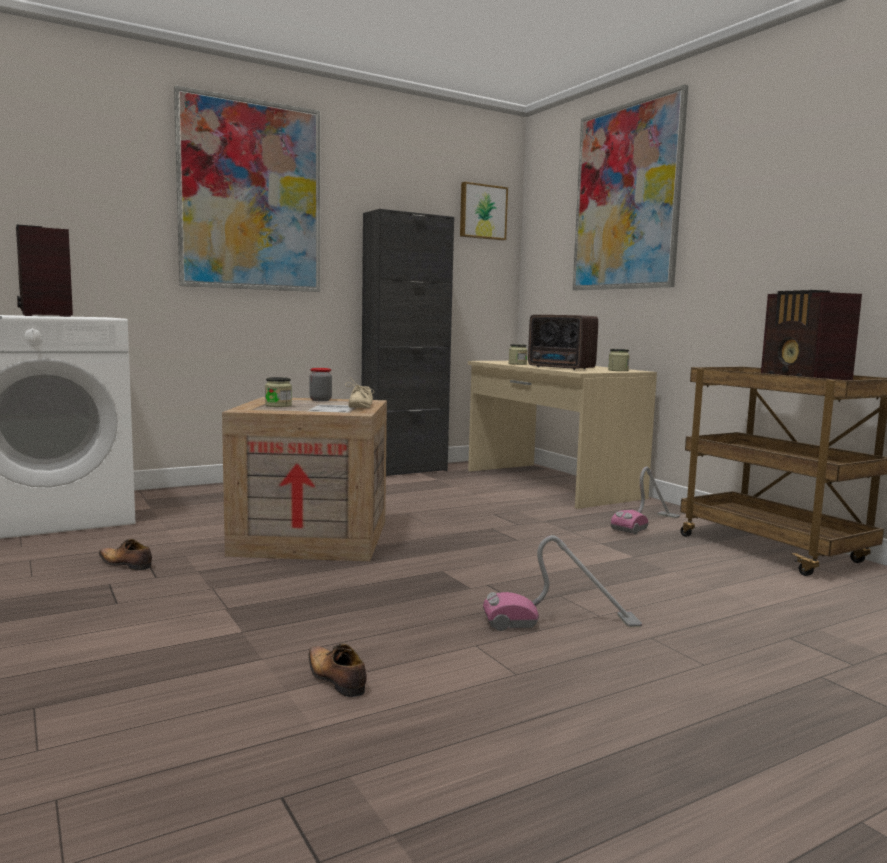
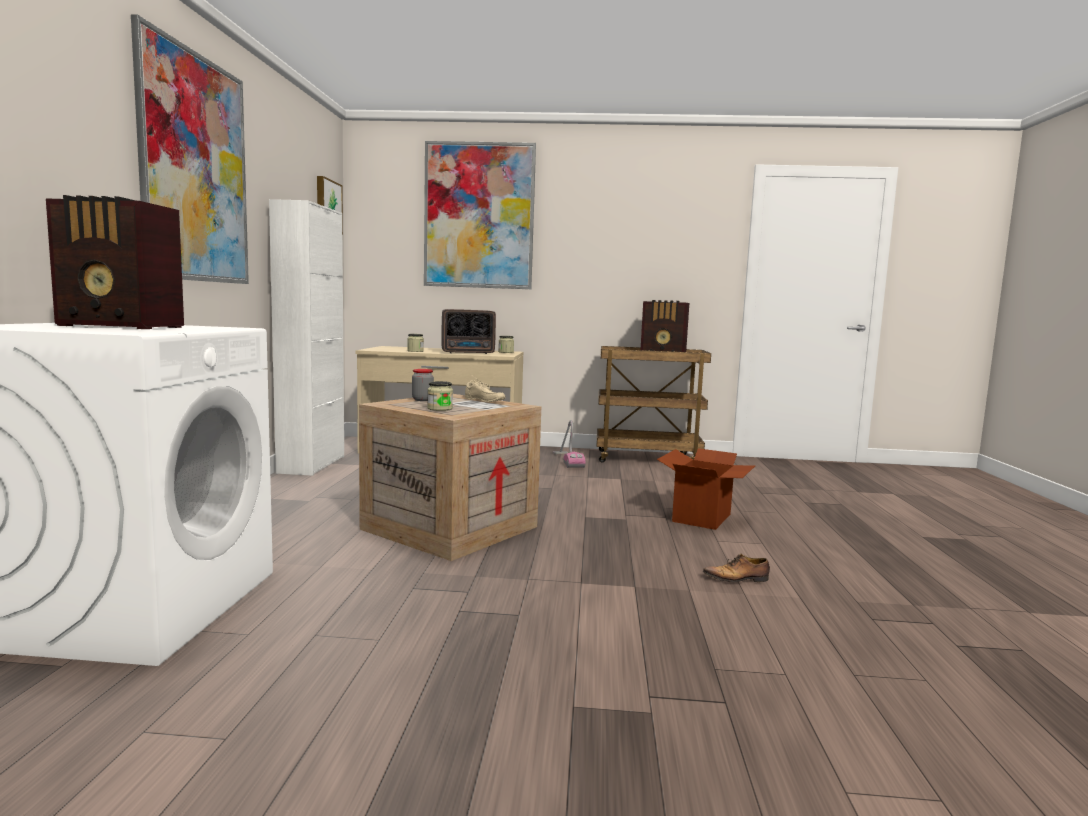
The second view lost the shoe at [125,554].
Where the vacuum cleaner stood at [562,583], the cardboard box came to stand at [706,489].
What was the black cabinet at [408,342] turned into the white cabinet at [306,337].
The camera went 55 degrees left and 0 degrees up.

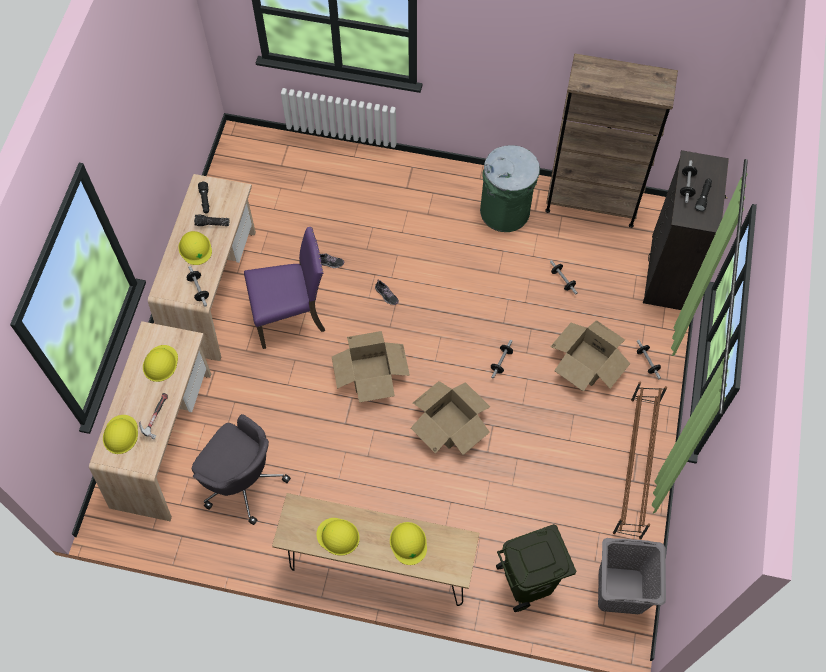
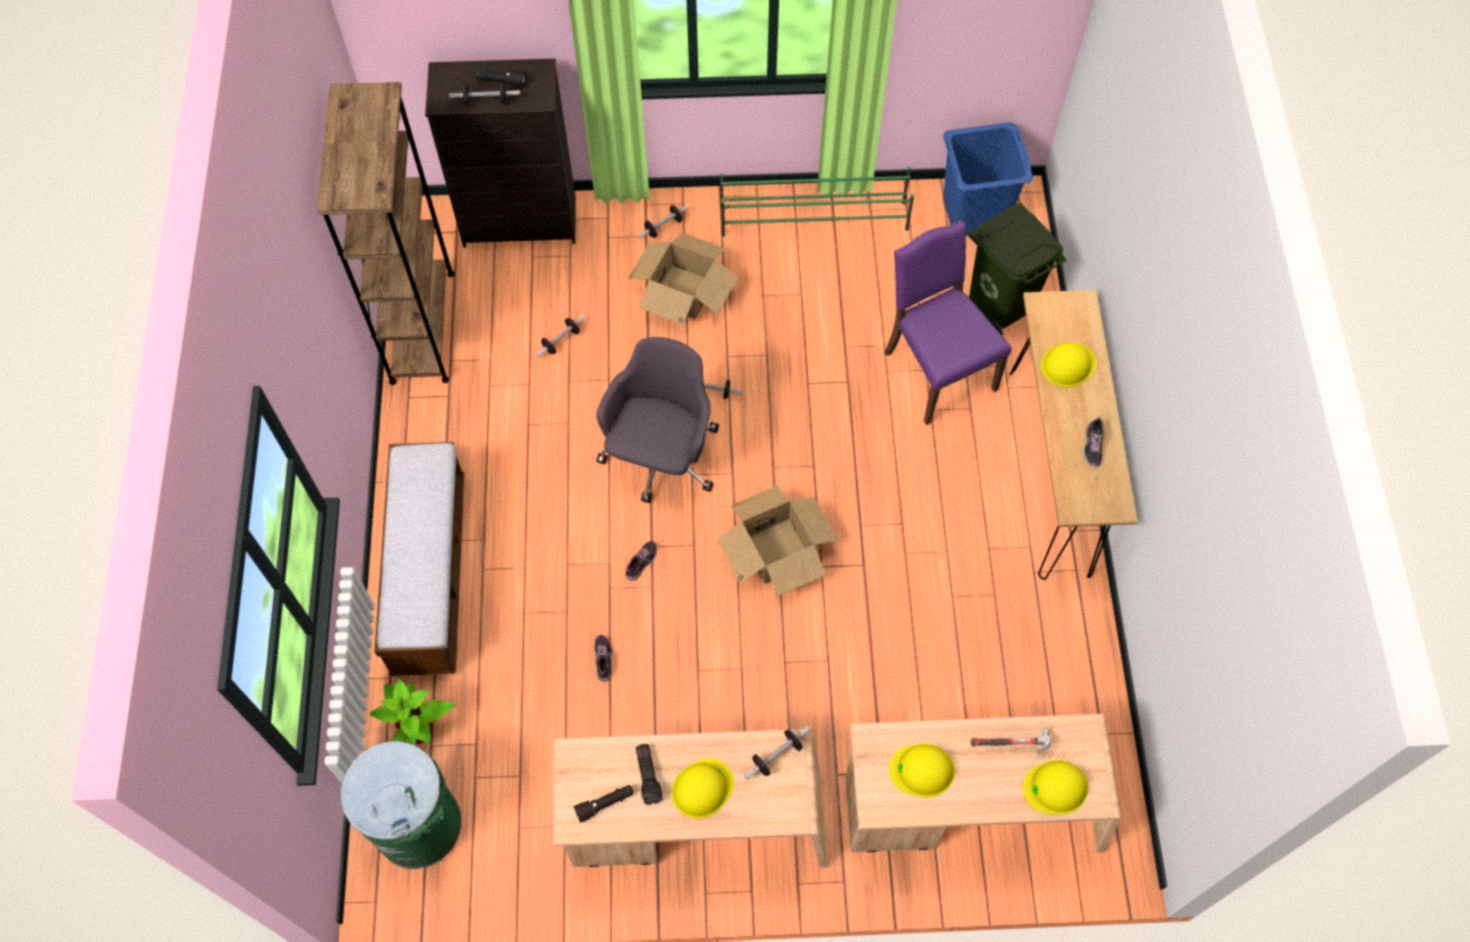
The second view lost the cardboard box at [450,418].
The second view gained the potted plant at [412,711].
The second view gained the bench at [419,559].
The grey office chair ended up elsewhere, having gone from [241,469] to [657,420].
The purple chair ended up elsewhere, having gone from [284,288] to [948,322].
The green trash can ended up elsewhere, having gone from [510,188] to [401,804].
Where the yellow hard hat stood at [338,537], the shoe came to stand at [1093,441].
What was the grey laundry basket at [632,576] turned into the blue laundry basket at [988,179].
What was the brown shoe rack at [640,461] turned into the green shoe rack at [817,202].
The camera went 105 degrees left and 0 degrees up.

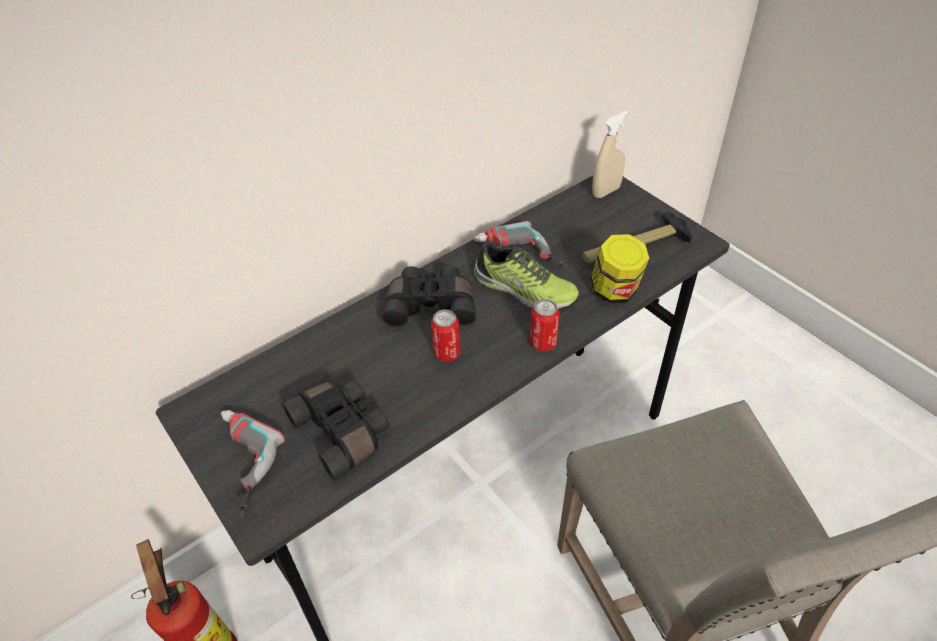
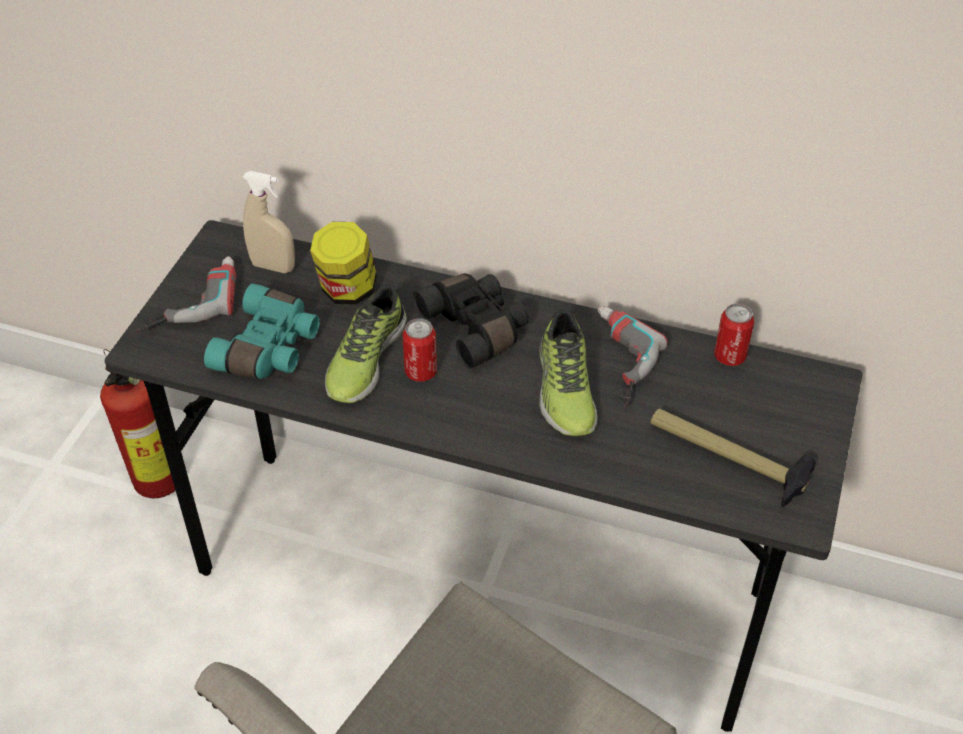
The second view gained the shoe at [366,343].
The can ended up elsewhere, having gone from [545,325] to [734,334].
The jar ended up elsewhere, having gone from [620,269] to [343,263].
The beige spray bottle ended up elsewhere, having gone from [610,154] to [269,222].
What was the black binoculars at [335,430] turned into the turquoise binoculars at [262,331].
The camera went 55 degrees right and 0 degrees up.

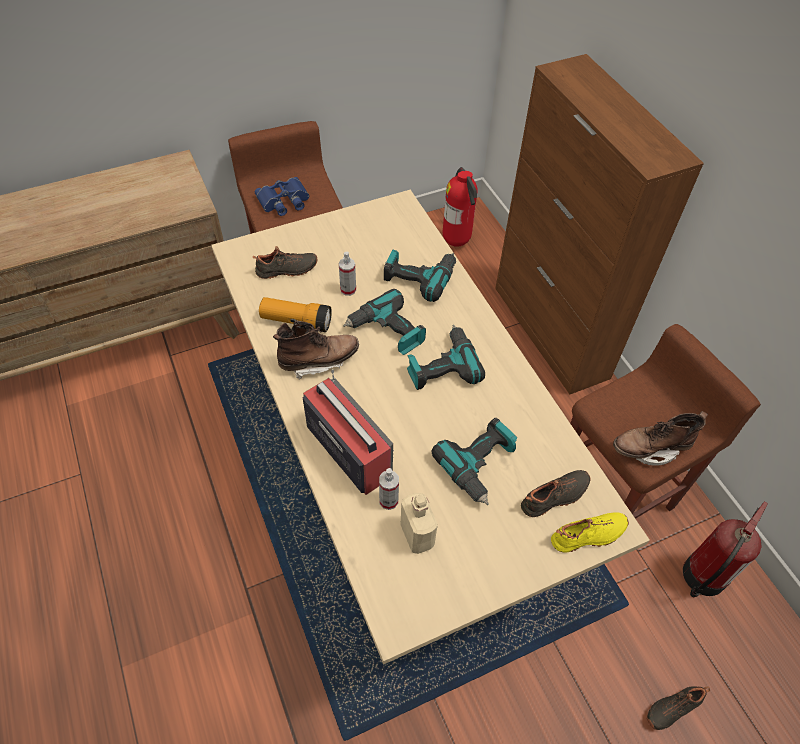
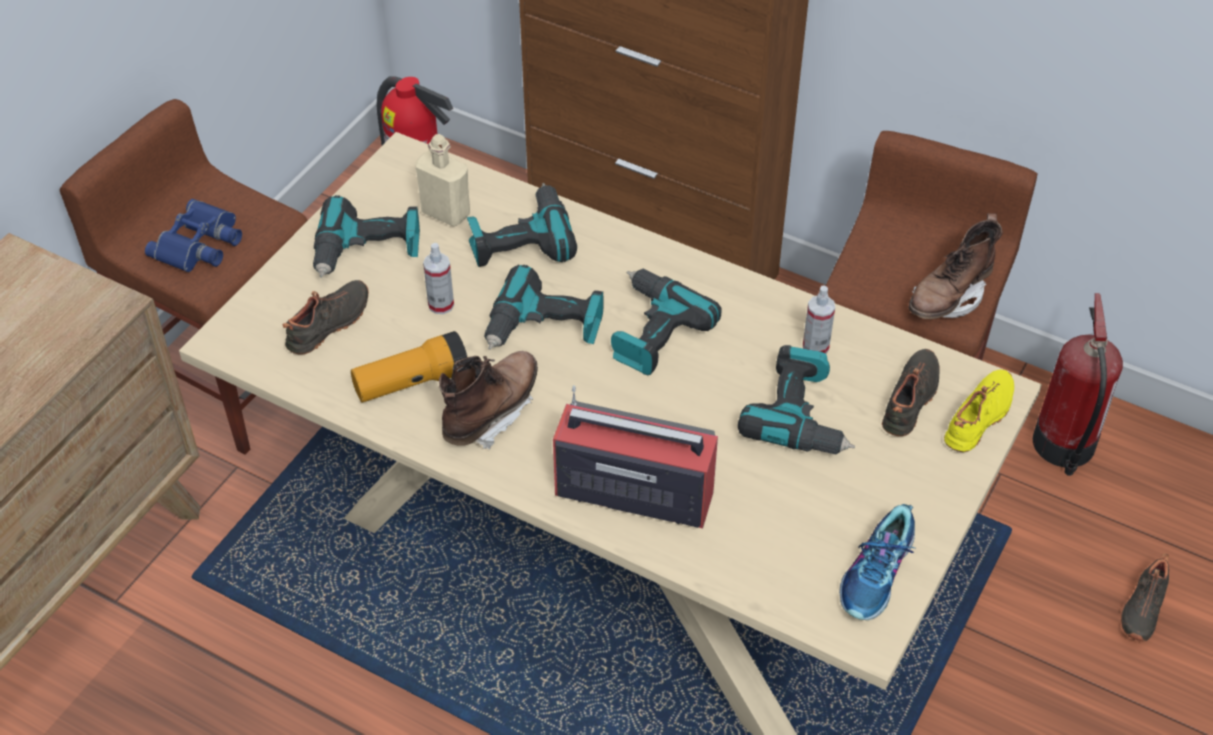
The second view gained the power drill at [366,236].
The second view gained the shoe at [877,562].
The spray bottle ended up elsewhere, having gone from [389,489] to [819,319].
The beige bottle ended up elsewhere, having gone from [419,523] to [442,180].
The camera went 35 degrees left and 5 degrees down.

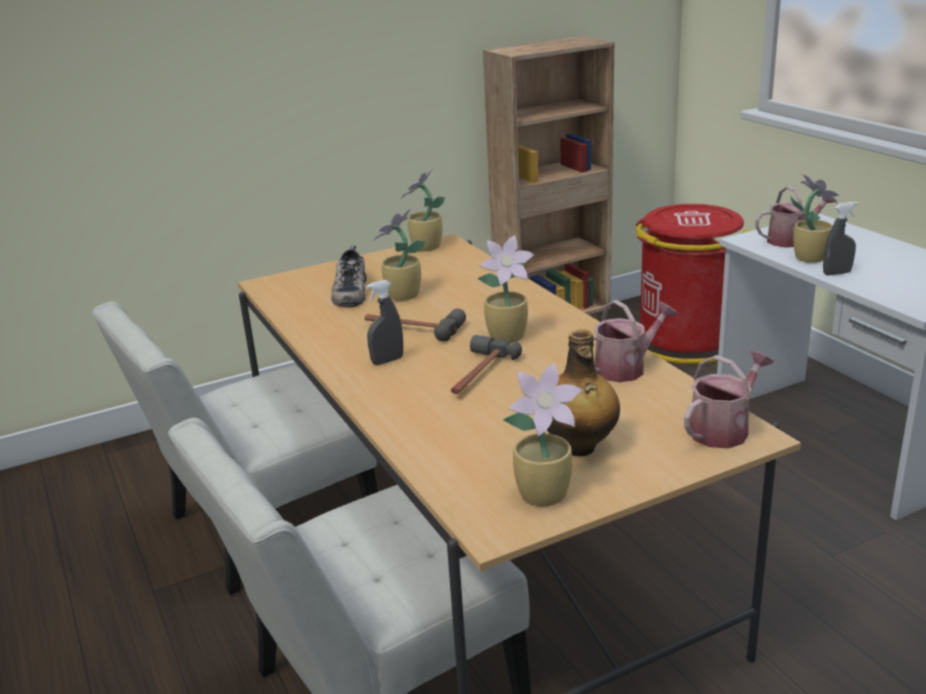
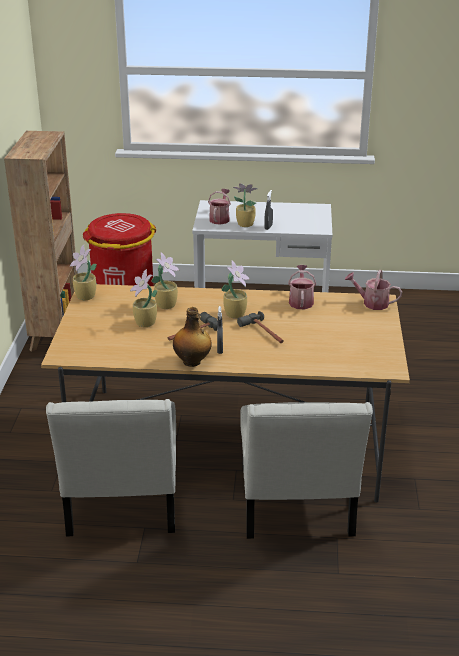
The second view lost the shoe at [349,276].
The potted plant ended up elsewhere, having gone from [542,434] to [165,280].
The bottle ended up elsewhere, having gone from [583,392] to [192,337].
The watering can at [729,400] ended up facing another way, 60 degrees counterclockwise from before.
The camera went 60 degrees left and 5 degrees up.

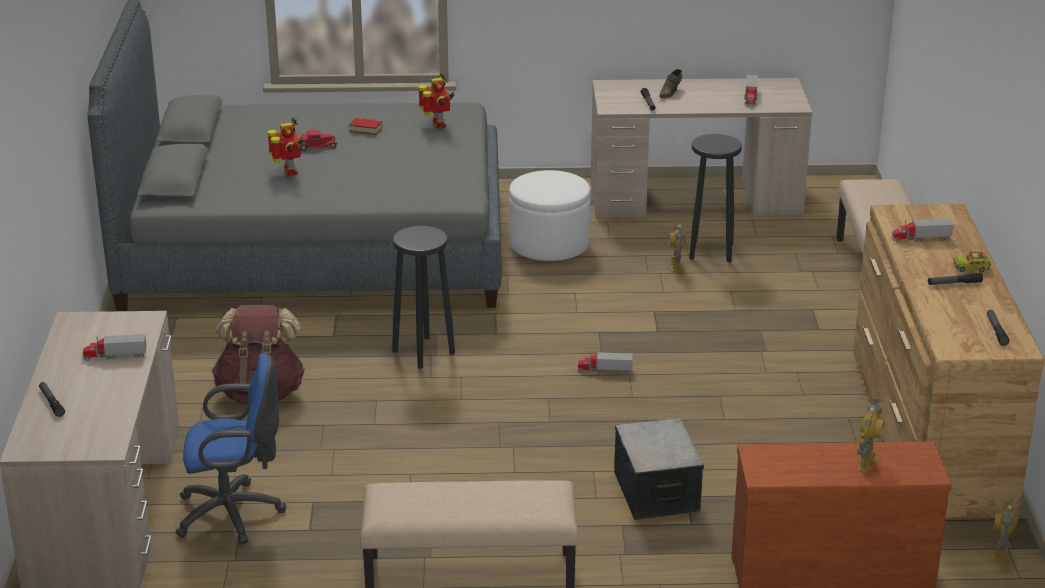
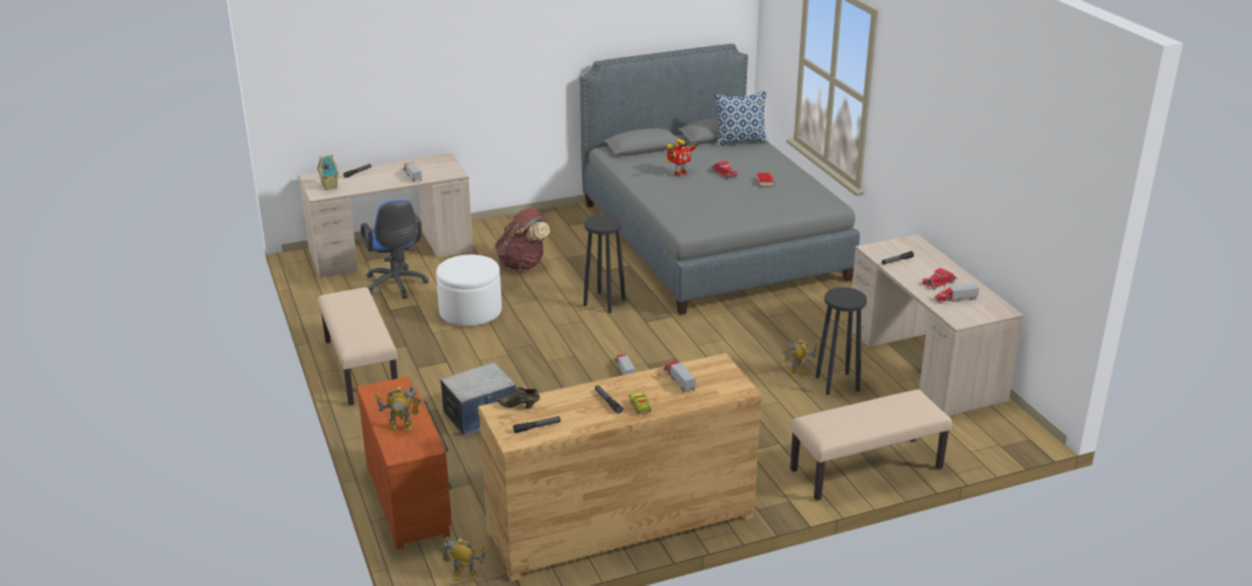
The second view lost the toy robot at [436,101].
The second view gained the toy house at [328,172].
The second view gained the pillow at [741,118].
The second view gained the red toy car at [939,279].
The white ottoman ended up elsewhere, having gone from [550,215] to [469,290].
The brown shoe ended up elsewhere, having gone from [670,83] to [518,398].
The camera went 70 degrees right and 0 degrees up.

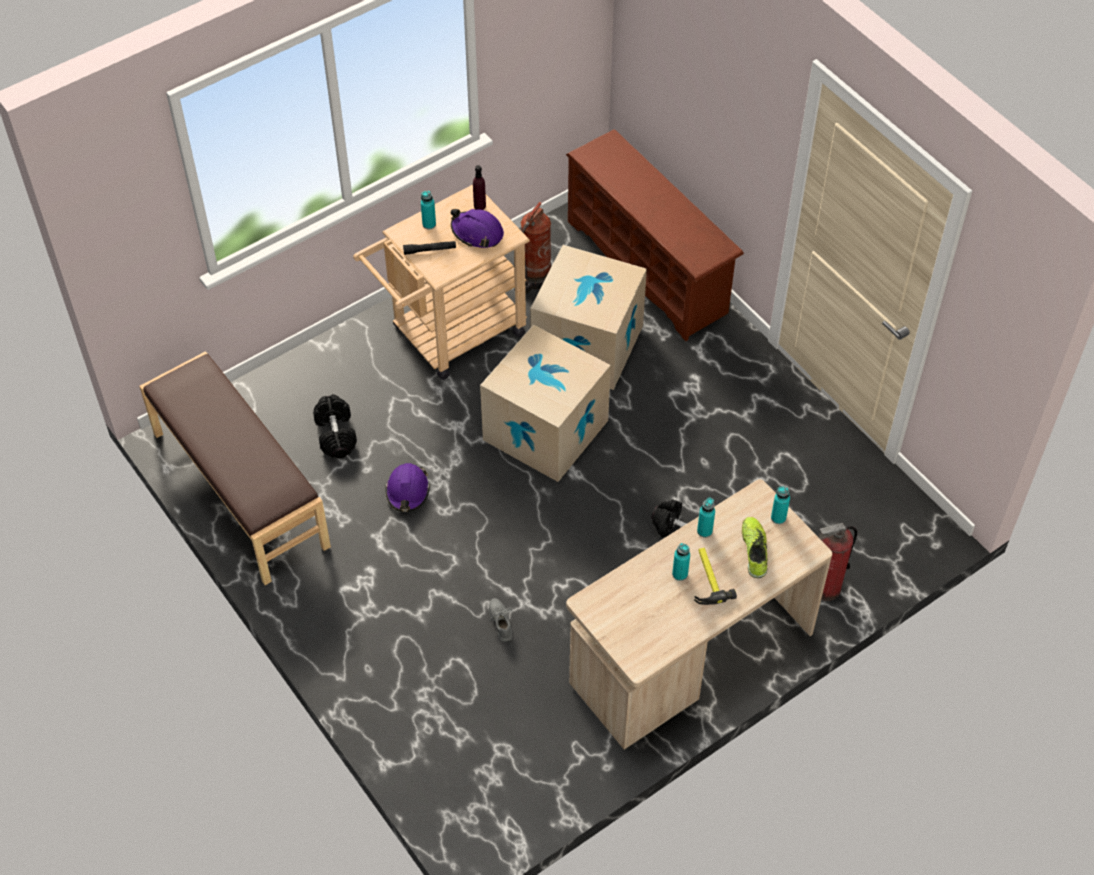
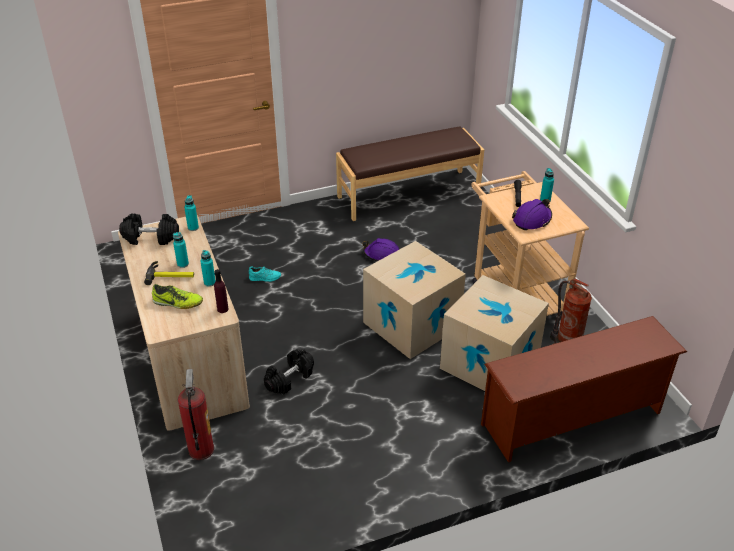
The black dumbbell ended up elsewhere, having gone from [335,426] to [149,229].
The purple bottle ended up elsewhere, having gone from [479,187] to [221,291].
The turquoise bottle ended up elsewhere, having gone from [780,505] to [191,213].
What was the grey shoe at [501,620] turned into the turquoise shoe at [265,274].
The camera went 105 degrees right and 15 degrees down.

